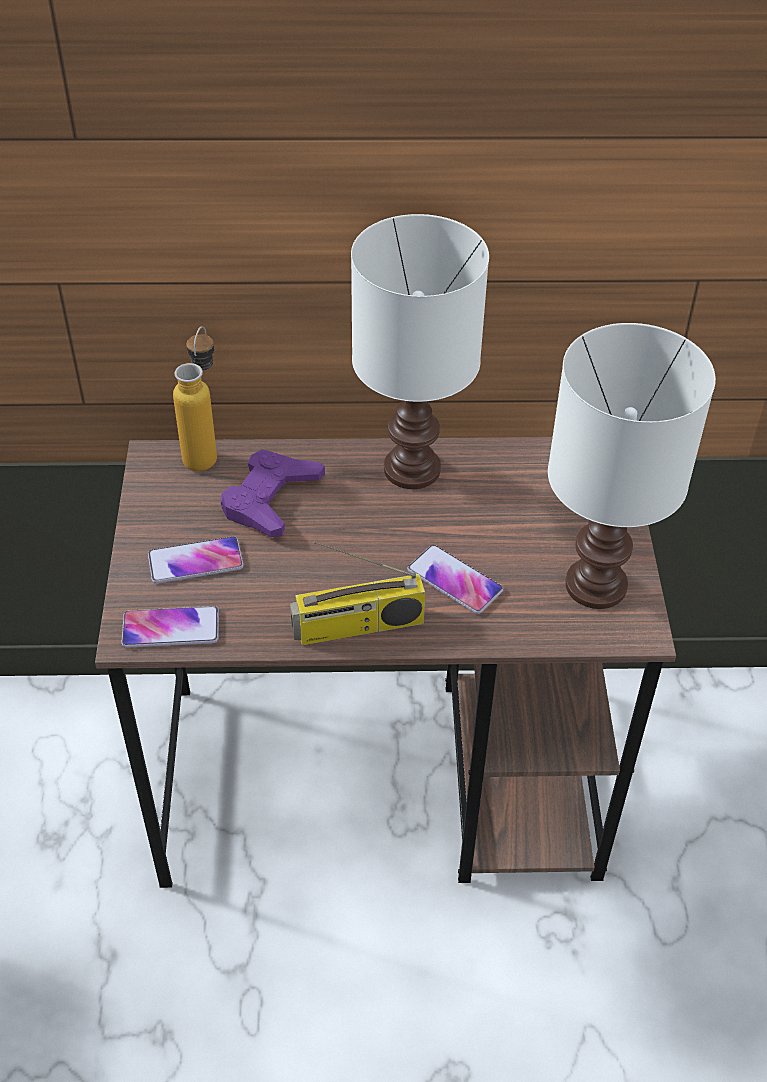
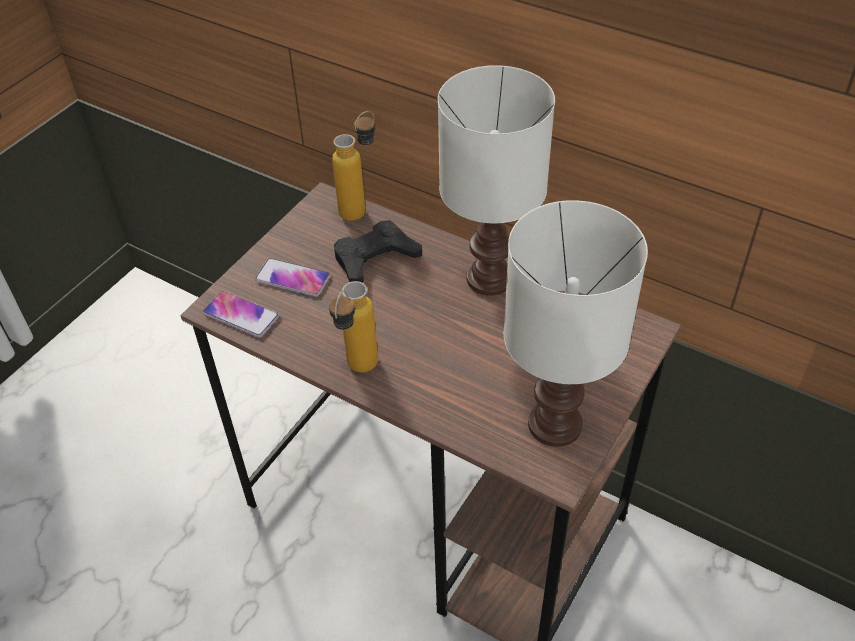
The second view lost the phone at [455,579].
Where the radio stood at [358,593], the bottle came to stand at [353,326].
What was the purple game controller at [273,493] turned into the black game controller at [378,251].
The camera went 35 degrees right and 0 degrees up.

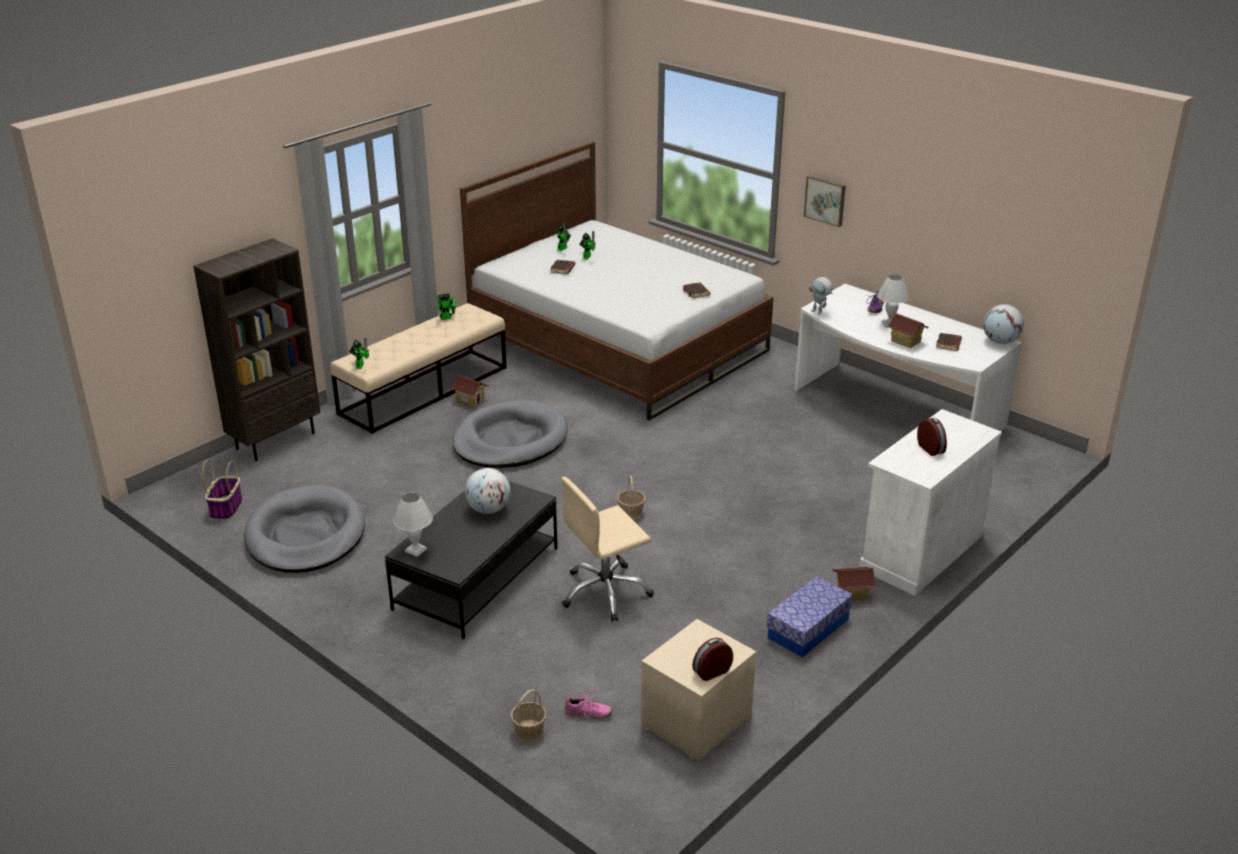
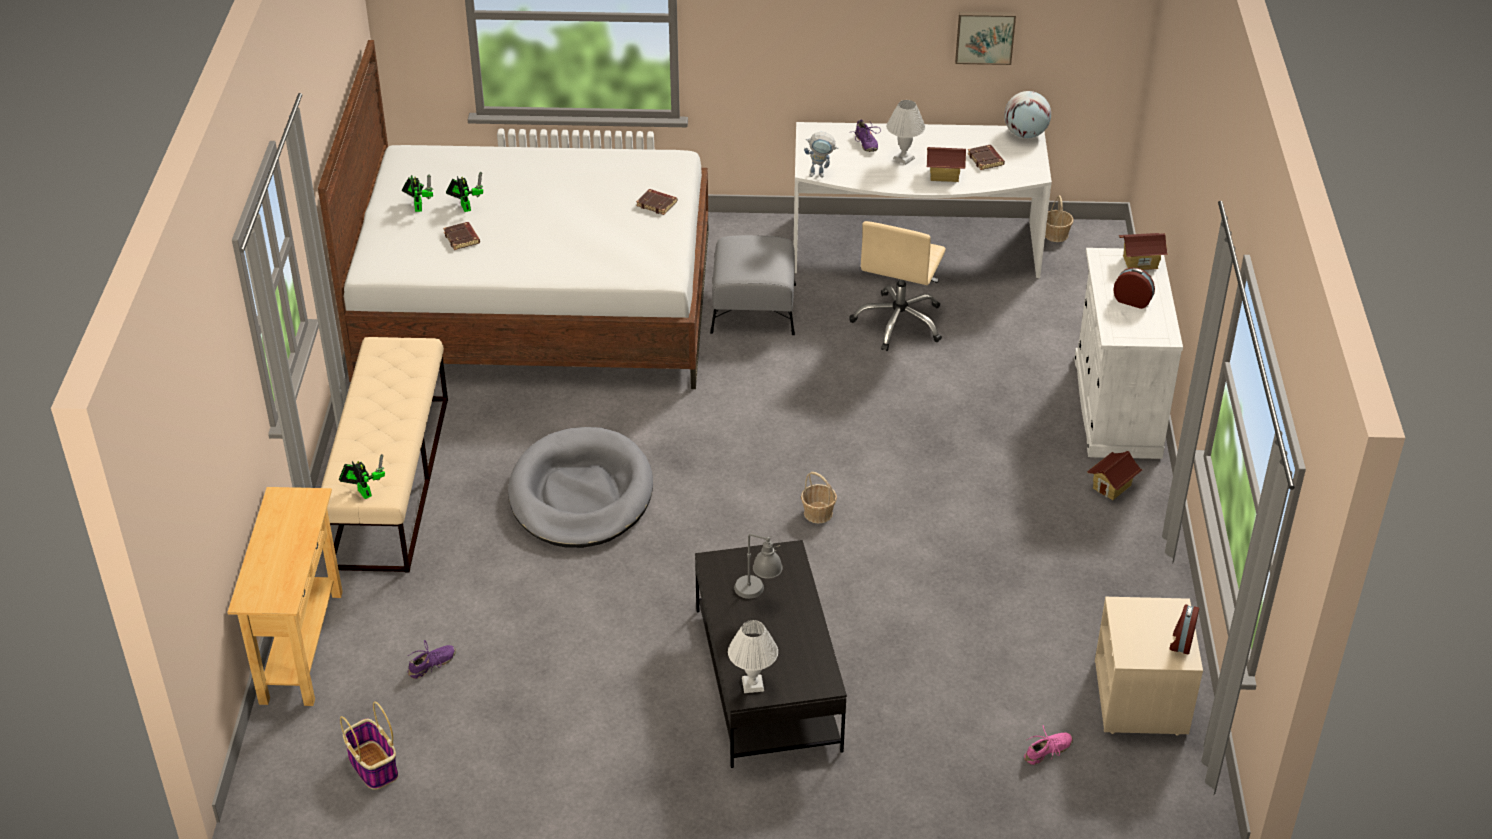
The second view lost the grey dog bed at [304,529].
The second view lost the toy robot at [445,306].
The second view lost the storage box at [810,616].
The second view gained the purple shoe at [431,659].
The second view gained the grey ottoman at [753,285].
The toy house ended up elsewhere, having gone from [470,391] to [1143,251].
The basket ended up elsewhere, having gone from [529,715] to [1059,218].
The beige office chair ended up elsewhere, having gone from [608,549] to [897,286].
The picture ended up elsewhere, having gone from [825,201] to [985,38].
Where the brown bookcase stood at [257,349], the beige console table came to stand at [285,596].
Where the globe stood at [487,491], the grey table lamp came to stand at [758,566].
The camera went 40 degrees left and 10 degrees up.

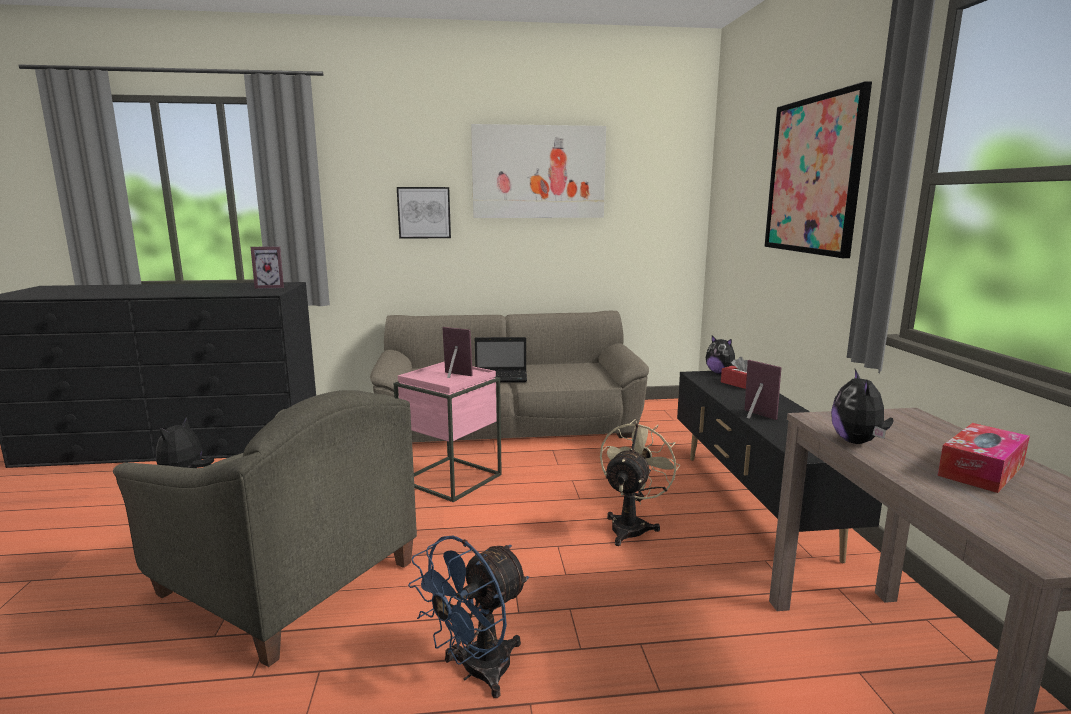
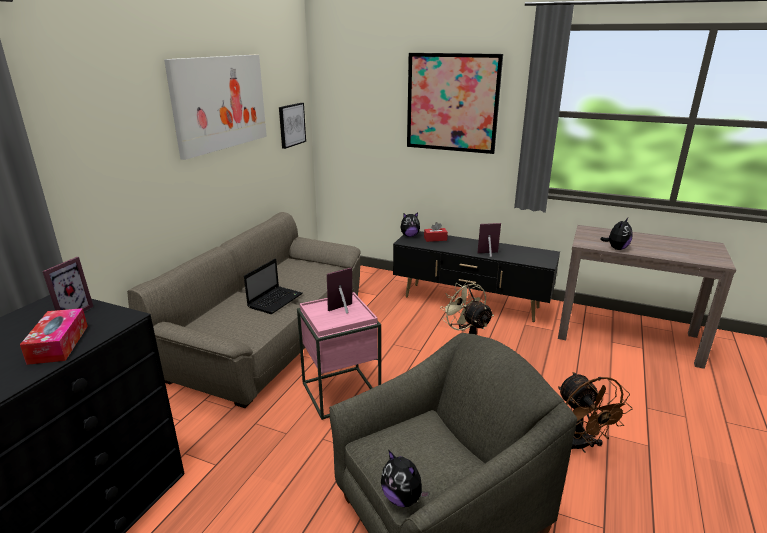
The picture ended up elsewhere, having gone from [424,213] to [292,126].
The tissue box ended up elsewhere, having gone from [983,458] to [54,336].
What was the blue fan at [468,616] turned into the brown fan at [595,412].
The plush toy at [862,406] ended up facing another way, 90 degrees counterclockwise from before.
The camera went 60 degrees left and 10 degrees up.

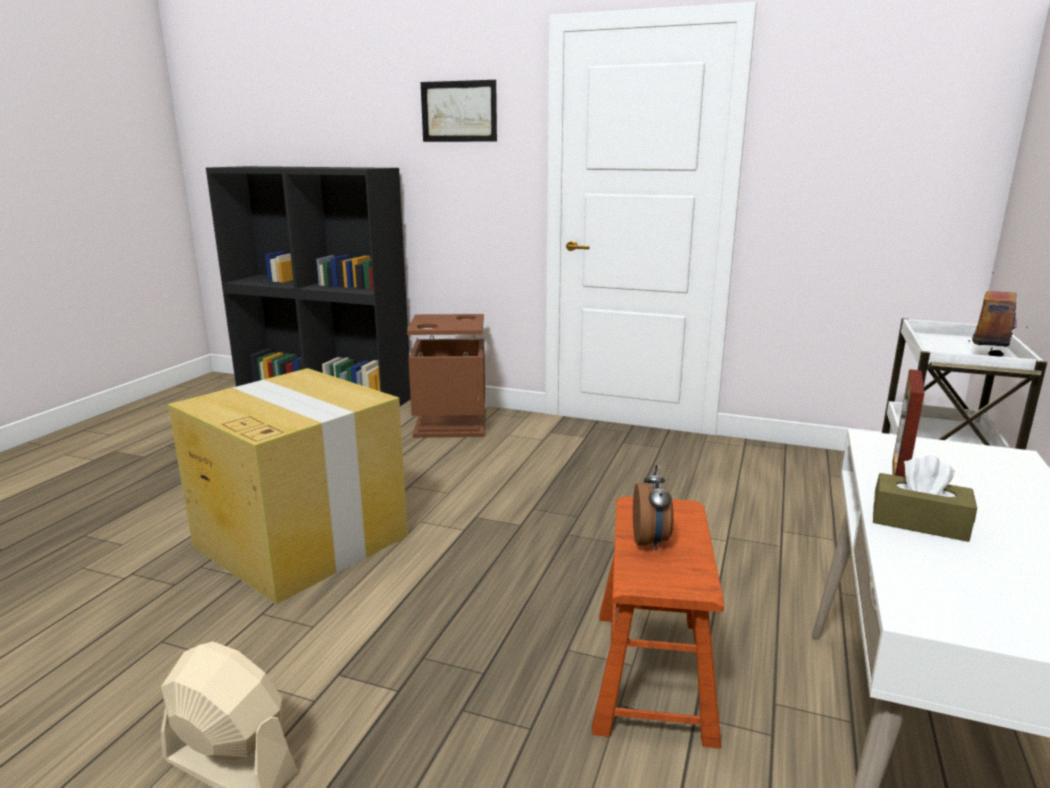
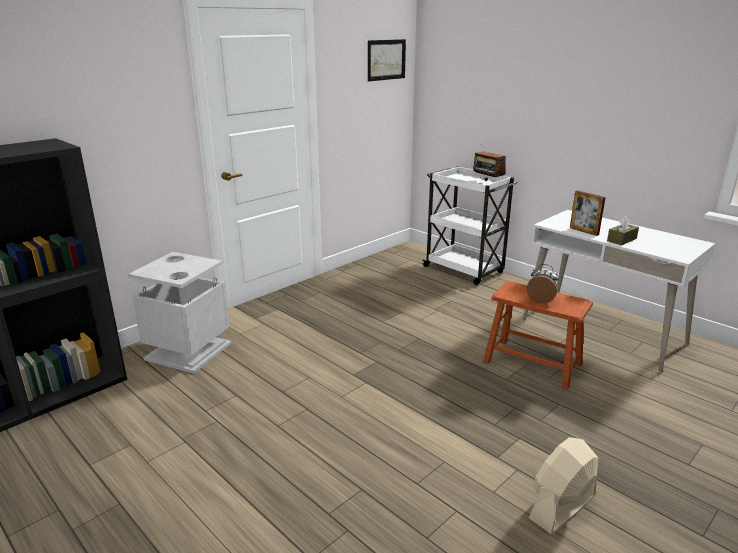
The second view lost the cardboard box at [288,486].
The picture ended up elsewhere, having gone from [459,111] to [387,60].
What was the brown trash can at [446,376] turned into the grey trash can at [180,313].
The camera went 65 degrees left and 5 degrees up.

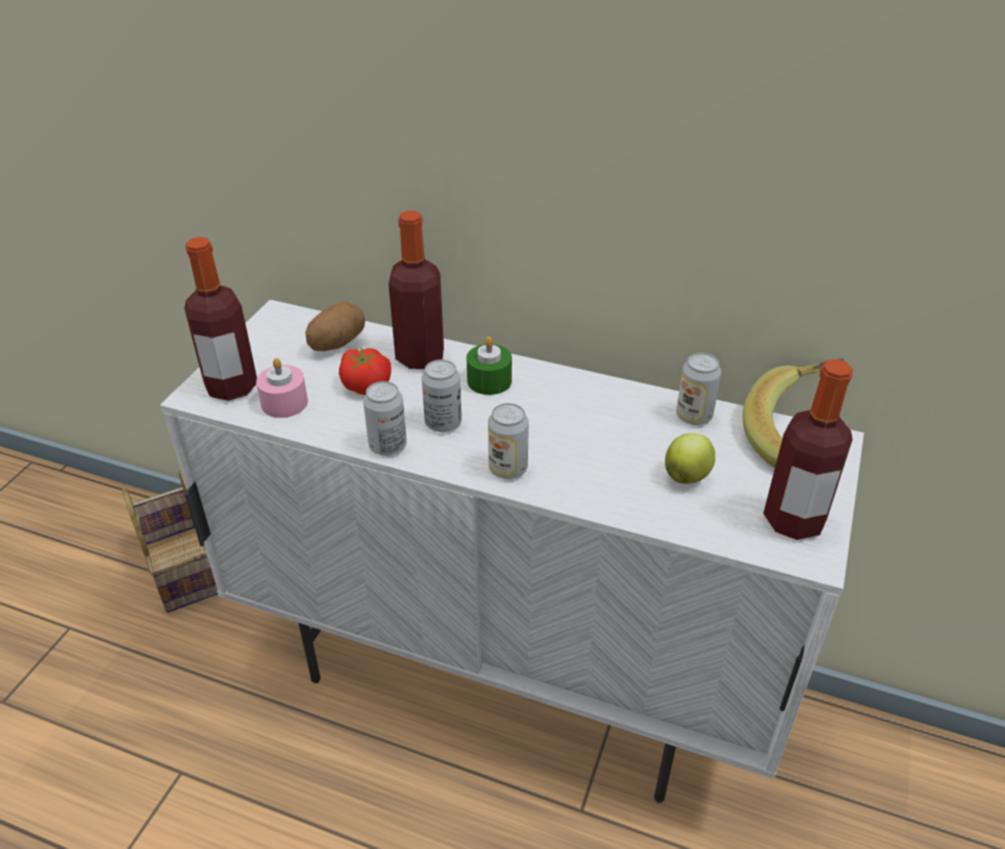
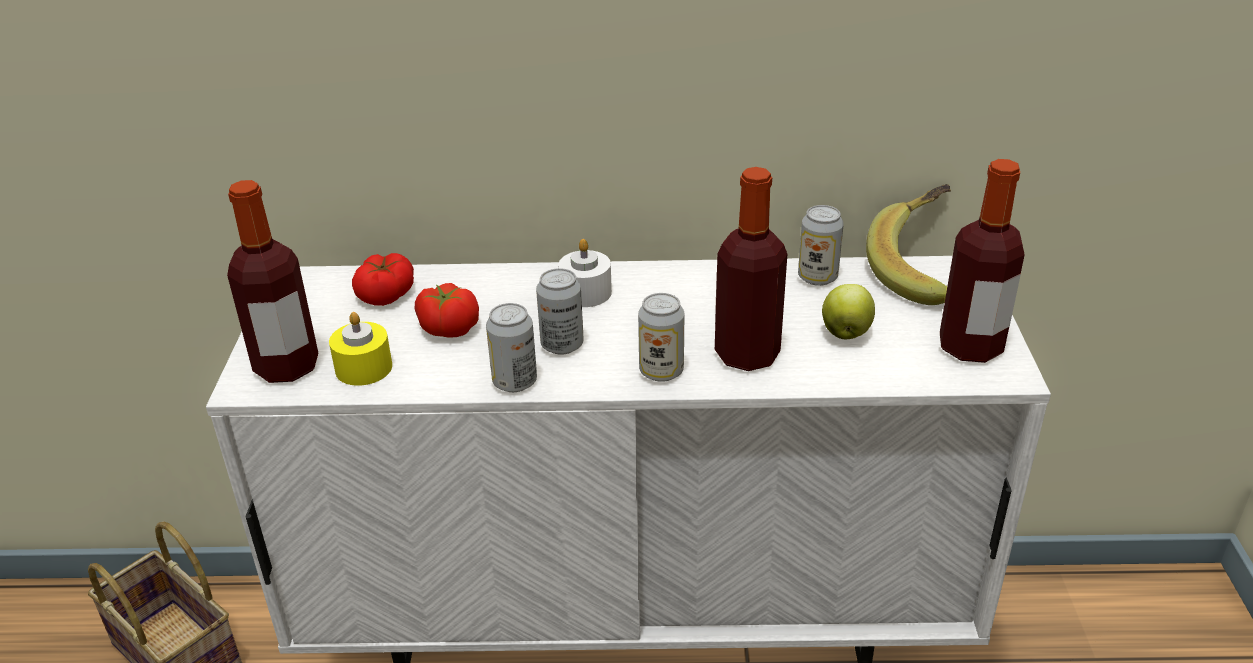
The bottle ended up elsewhere, having gone from [416,290] to [751,269].
Where the potato stood at [335,326], the tomato came to stand at [383,279].
What was the pink candle at [282,388] turned into the yellow candle at [360,349].
What was the green candle at [489,365] turned into the white candle at [585,273].
The camera went 20 degrees left and 5 degrees down.

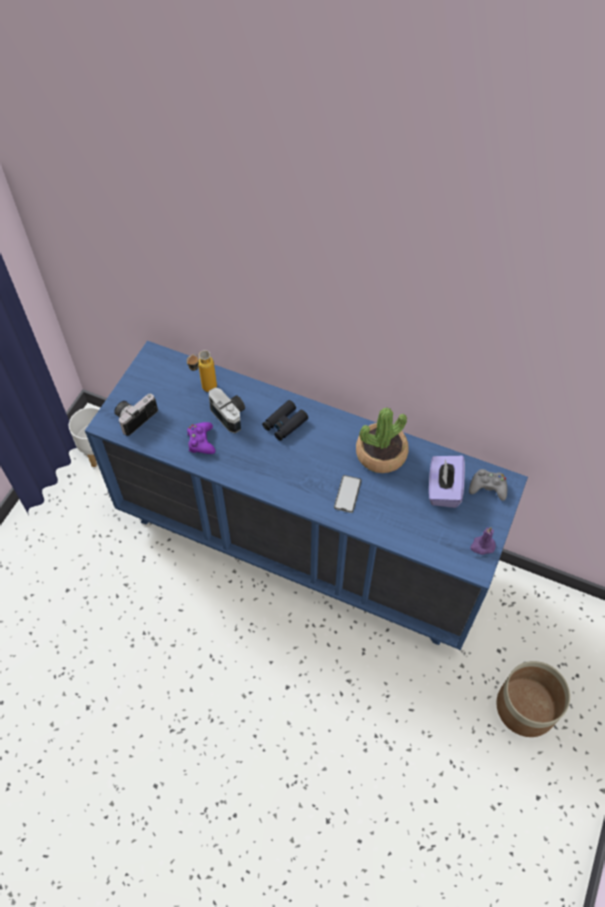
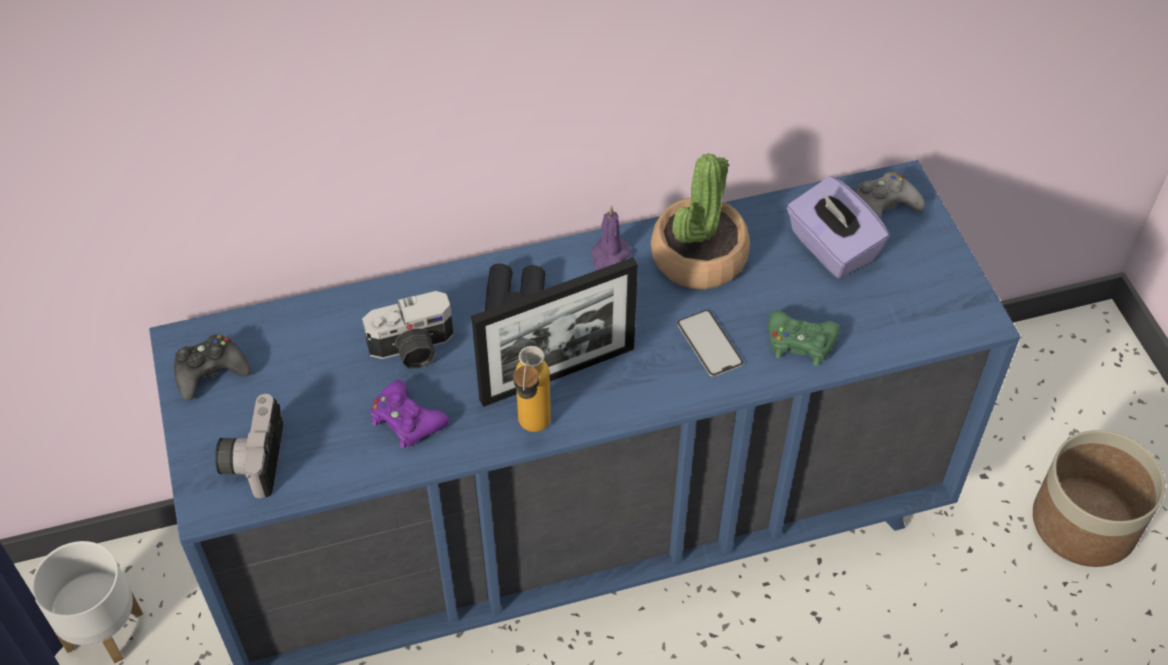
The second view gained the black game controller at [212,367].
The second view gained the picture frame at [554,332].
The second view gained the green game controller at [804,338].
The bottle ended up elsewhere, having gone from [202,371] to [532,389].
The purple candle ended up elsewhere, having gone from [483,541] to [611,238].
The photo camera at [227,410] ended up facing another way, 150 degrees clockwise from before.
The camera went 40 degrees left and 5 degrees down.

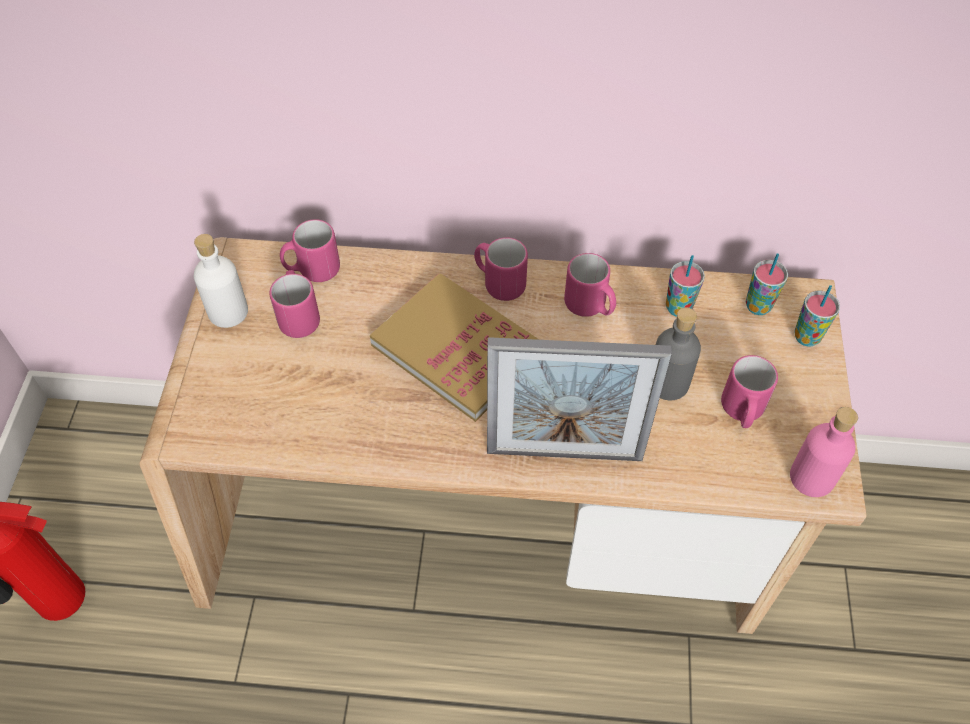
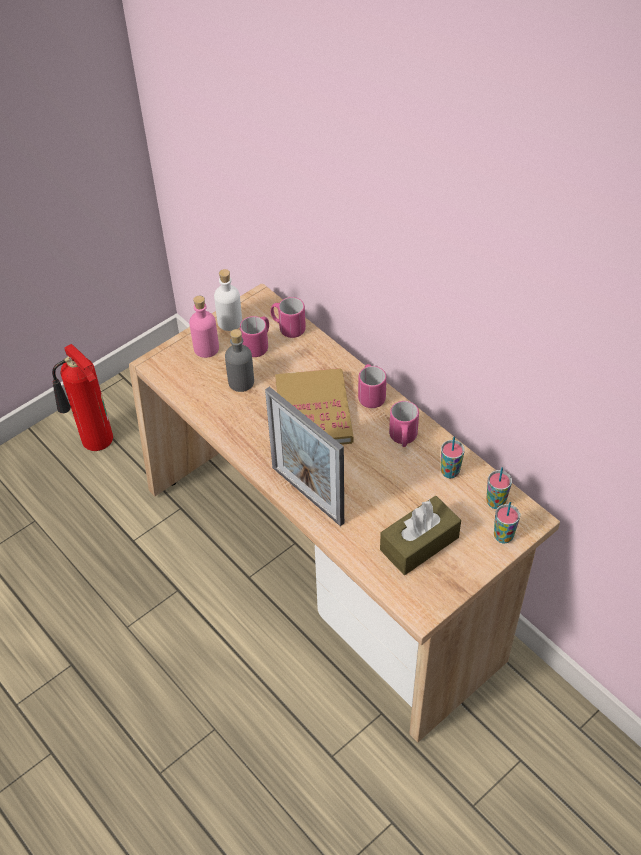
The grey bottle ended up elsewhere, having gone from [678,353] to [239,360].
The pink bottle ended up elsewhere, having gone from [824,452] to [204,327].
Where the pink mug stood at [749,391], the brown tissue box came to stand at [420,535].
The camera went 45 degrees right and 5 degrees down.

